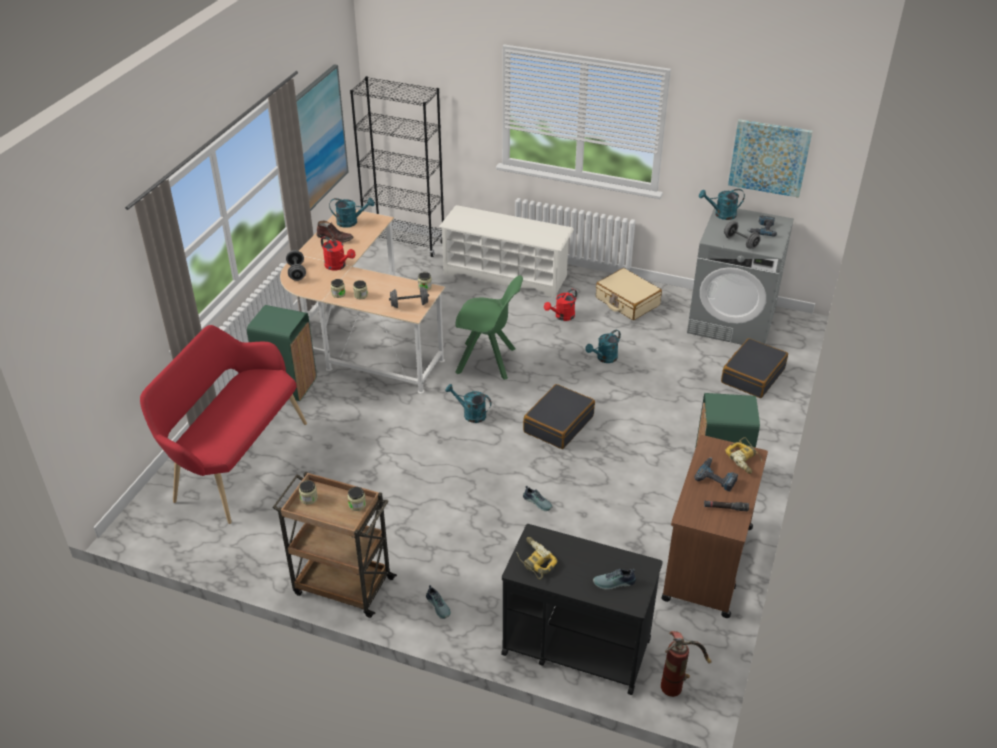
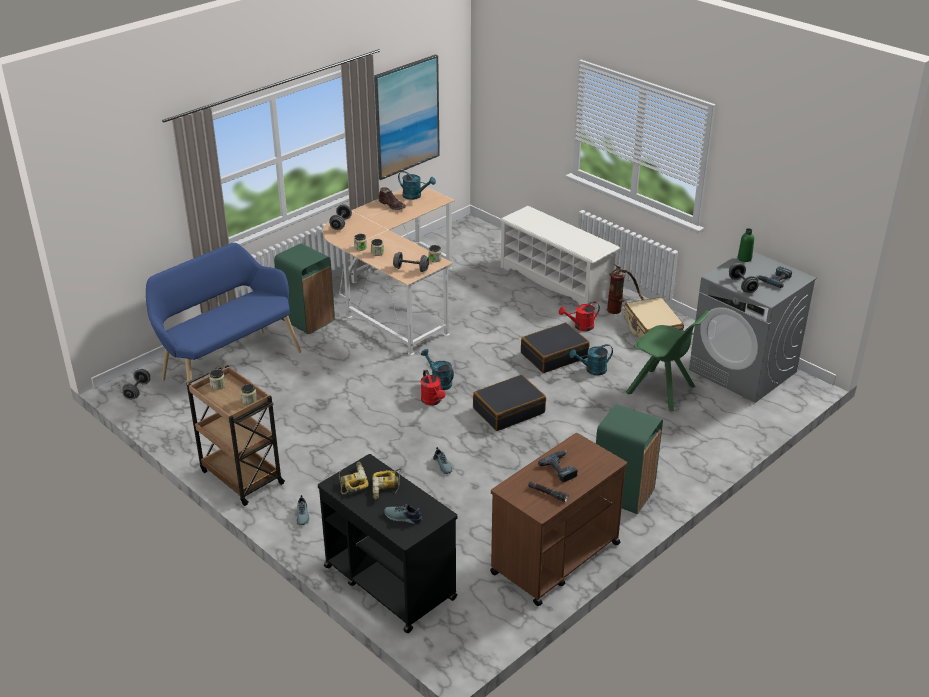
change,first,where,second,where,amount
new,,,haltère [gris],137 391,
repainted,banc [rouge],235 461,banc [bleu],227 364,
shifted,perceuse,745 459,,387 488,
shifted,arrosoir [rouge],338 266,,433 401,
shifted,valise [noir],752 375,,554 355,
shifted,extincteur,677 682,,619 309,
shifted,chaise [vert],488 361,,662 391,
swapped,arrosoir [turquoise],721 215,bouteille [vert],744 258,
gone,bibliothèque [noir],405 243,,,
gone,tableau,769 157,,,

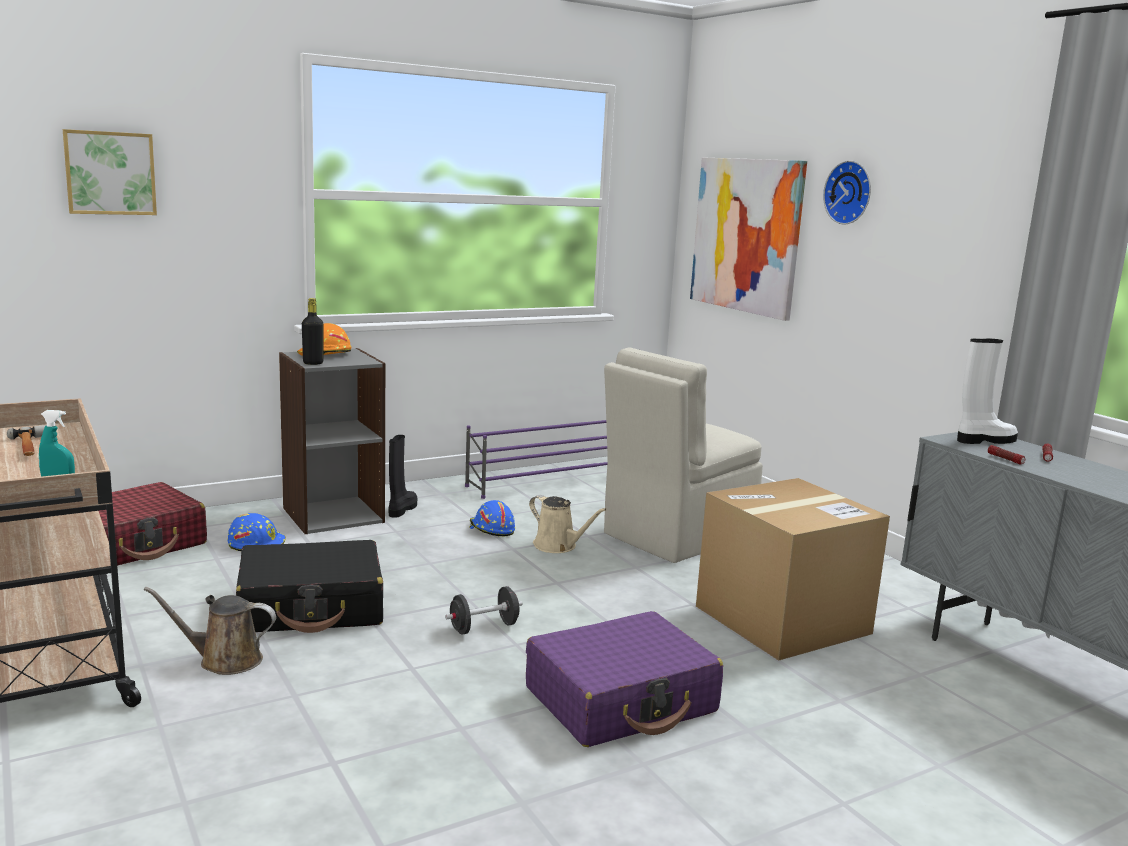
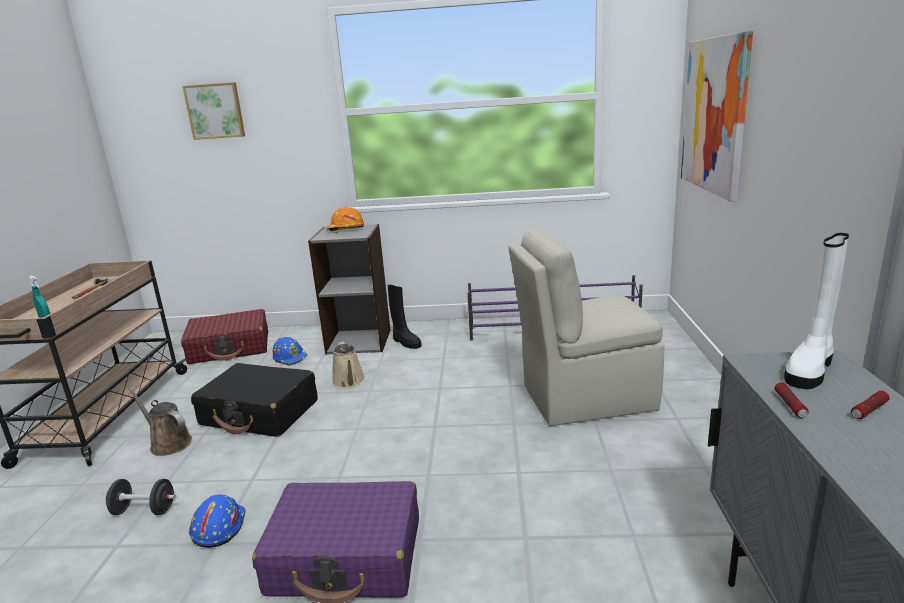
change,first,where,second,where,amount
shifted,haltère [noir],484 627,,144 510,
shifted,casque de chantier [bleu],491 529,,218 527,
shifted,arrosoir [beige],558 546,,349 382,
rotated,botte [noir],402 509,,406 342,90 degrees clockwise
rotated,botte [blanc],984 440,,810 370,120 degrees clockwise
gone,bouteille [noir],313 363,,,
gone,carton,782 620,,,
gone,horloge murale,850 192,,,

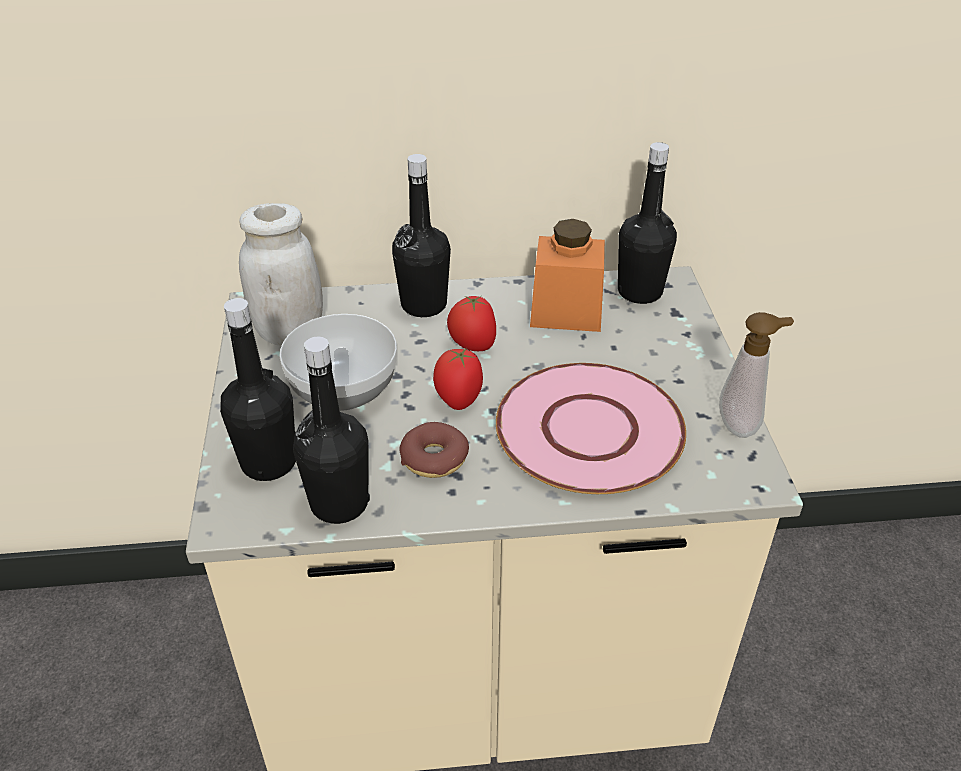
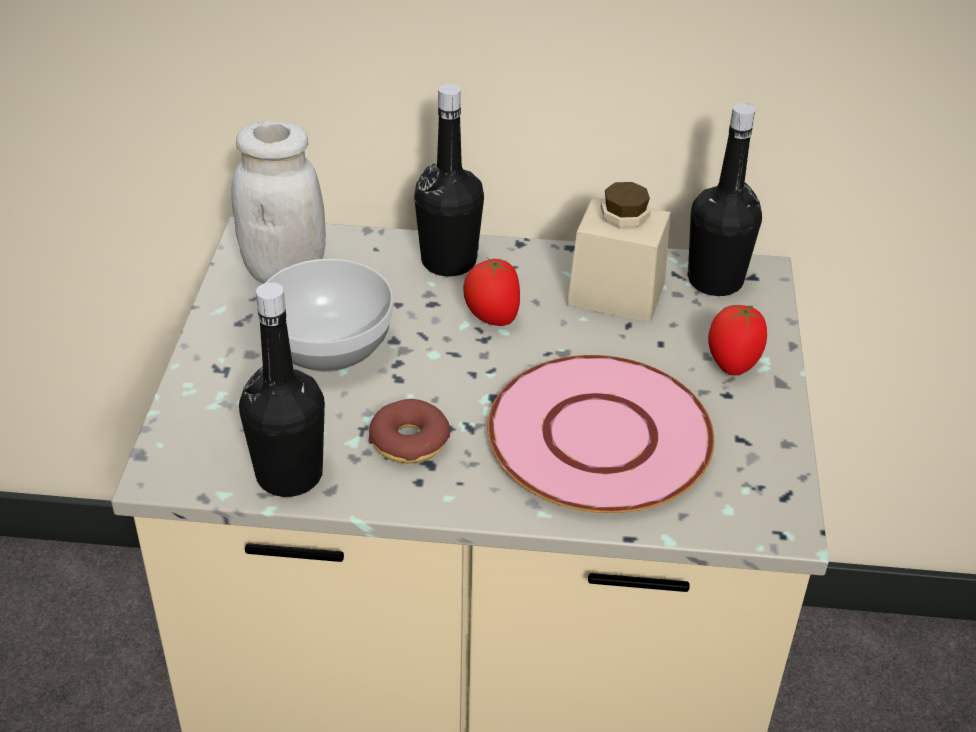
change,first,where,second,where,amount
repainted,bocal [orange],566 312,bocal [beige],616 294,
shifted,tomate,458 400,,732 364,
gone,bouteille [noir],269 462,,,
gone,distributeur de savon,741 425,,,

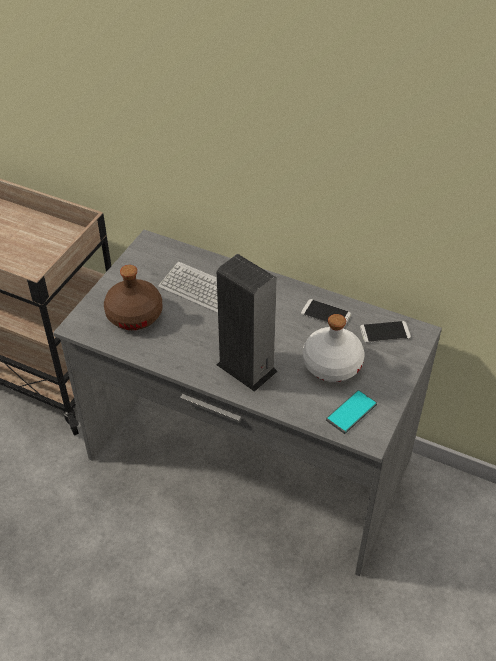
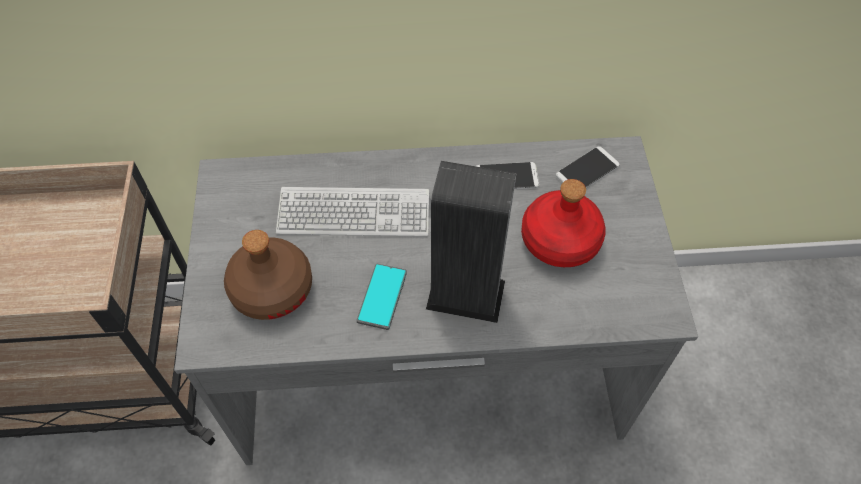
change,first,where,second,where,amount
shifted,téléphone,351 412,,382 297,
repainted,bouteille [blanc],331 364,bouteille [rouge],559 240,

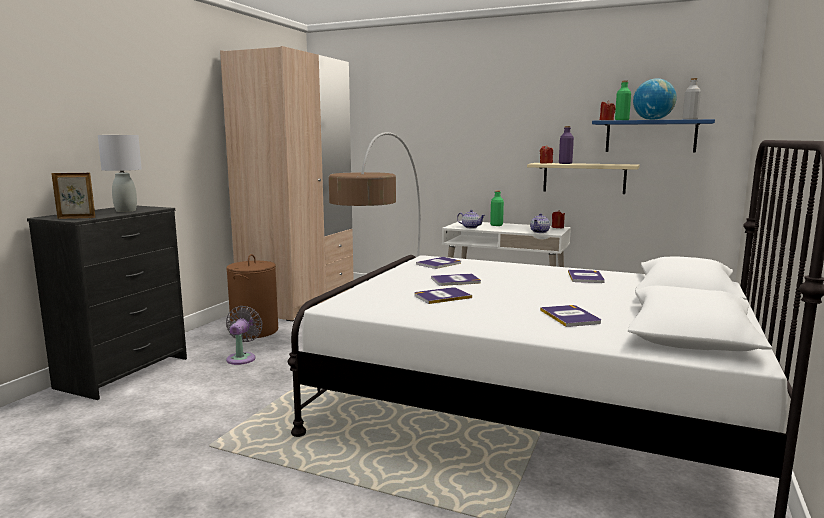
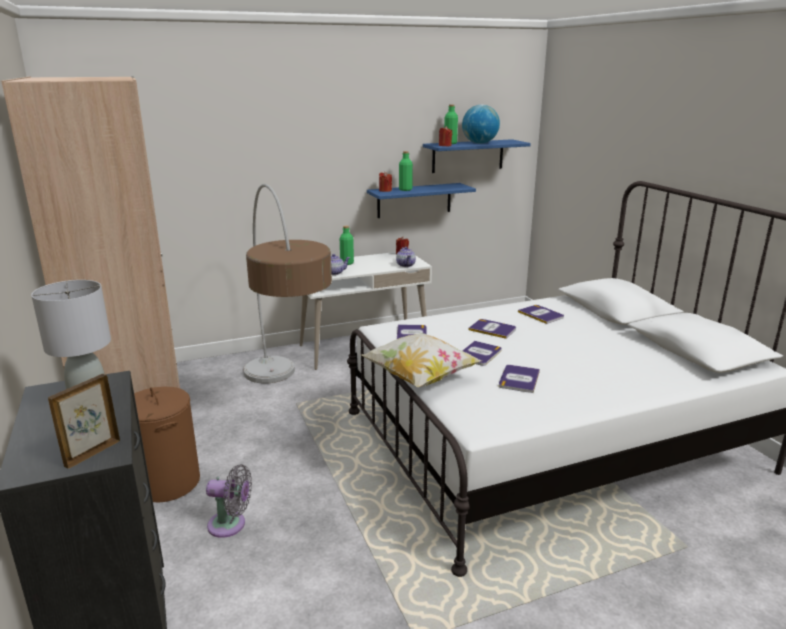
change,first,where,second,where,amount
rotated,ventilateur [gris],242 358,,230 525,135 degrees clockwise
new,,,coussin,420 378,
repainted,étagère [beige],584 178,étagère [bleu],414 200,
repainted,bouteille [violet],565 163,bouteille [vert],405 189,
shifted,livre,570 317,,492 329,
gone,bouteille [gris],690 119,,,

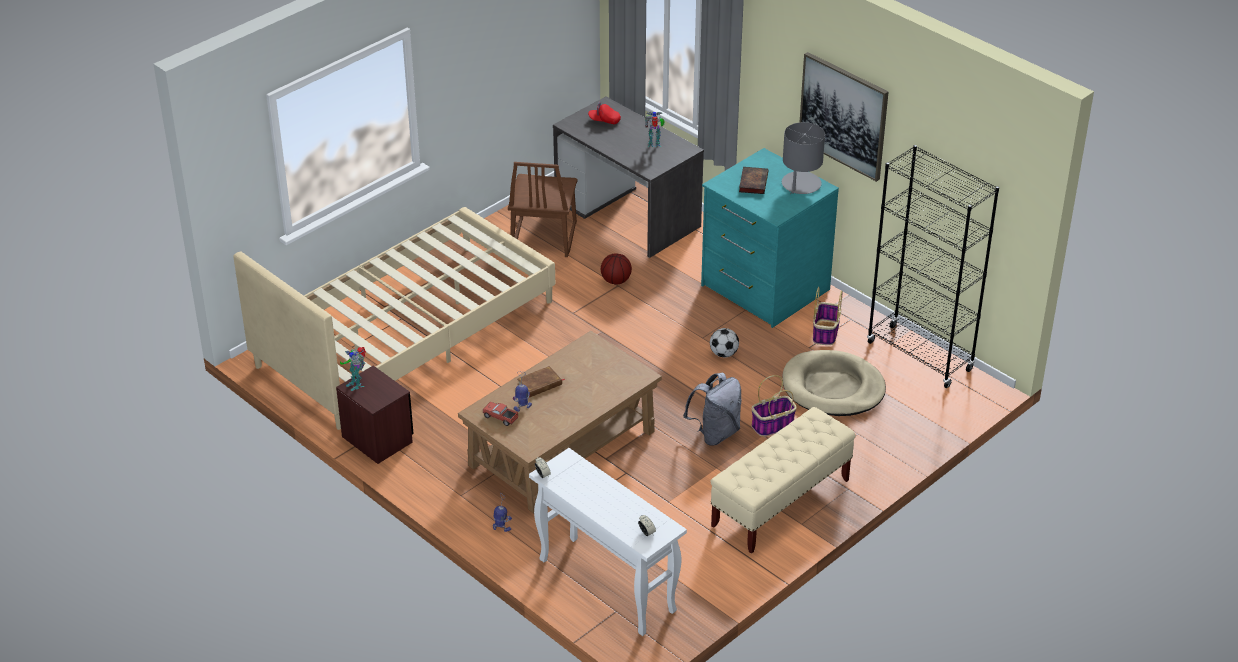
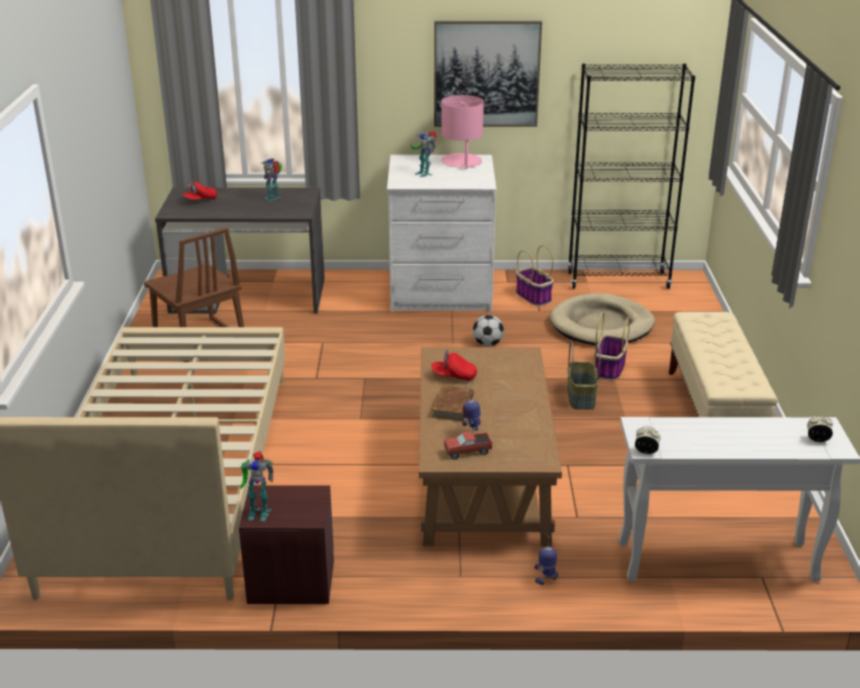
change,first,where,second,where,amount
repainted,commode [turquoise],764 288,commode [blanc],441 292,
swapped,livre,753 182,robot jouet,424 173,
new,,,casquette [rouge],454 376,
repainted,lampe de table [gris],801 184,lampe de table [rose],461 162,
swapped,sac à dos [gris],715 433,panier,580 397,
gone,ballon de basket,616 281,,,

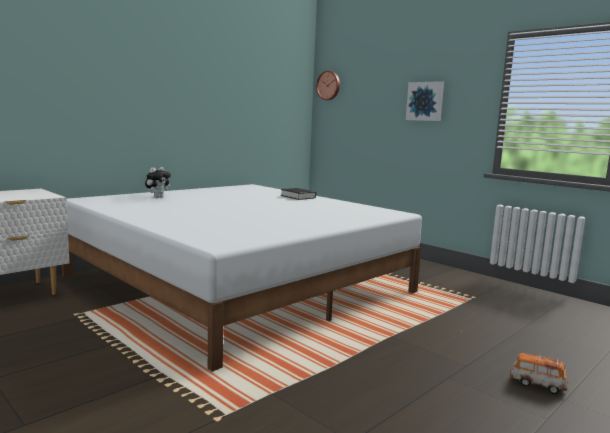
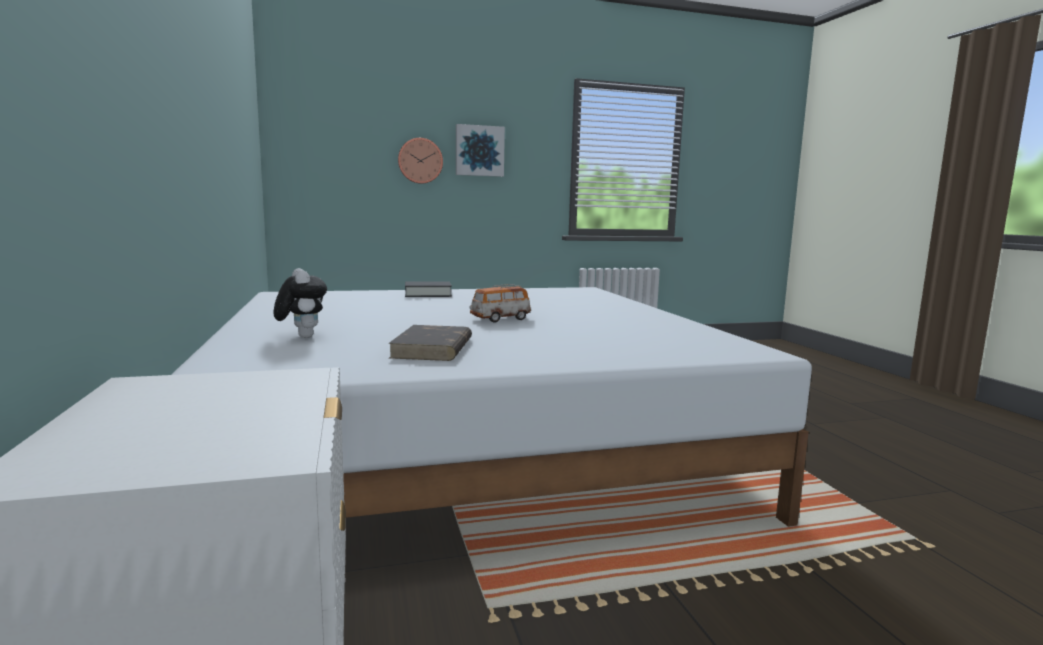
change,first,where,second,where,amount
new,,,livre [marron],432 348,
shifted,horloge murale,329 85,,420 161,
shifted,petite voiture,537 384,,500 319,

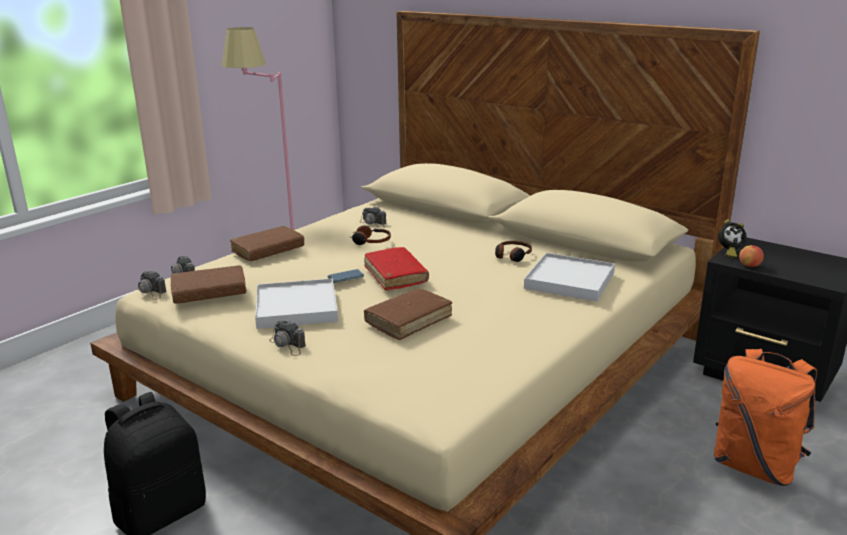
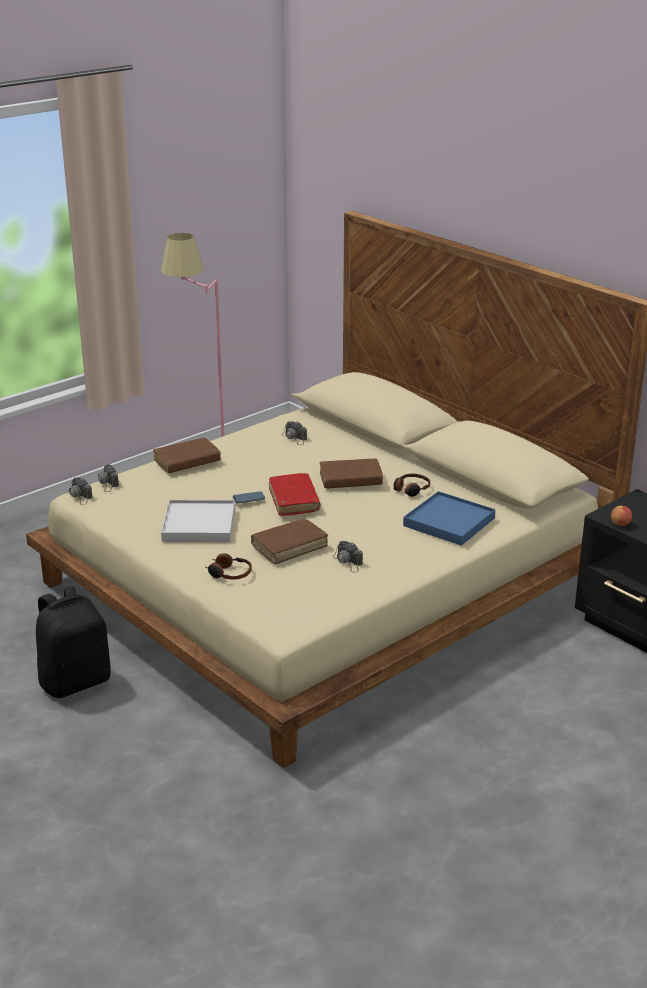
change,first,where,second,where,amount
shifted,casque audio,370 241,,229 573,
shifted,livre [marron],209 292,,350 480,
shifted,appareil photo,288 345,,348 562,
repainted,plateau [blanc],569 281,plateau [bleu],449 522,
gone,sac à dos [orange],755 466,,,
gone,réveil,728 253,,,

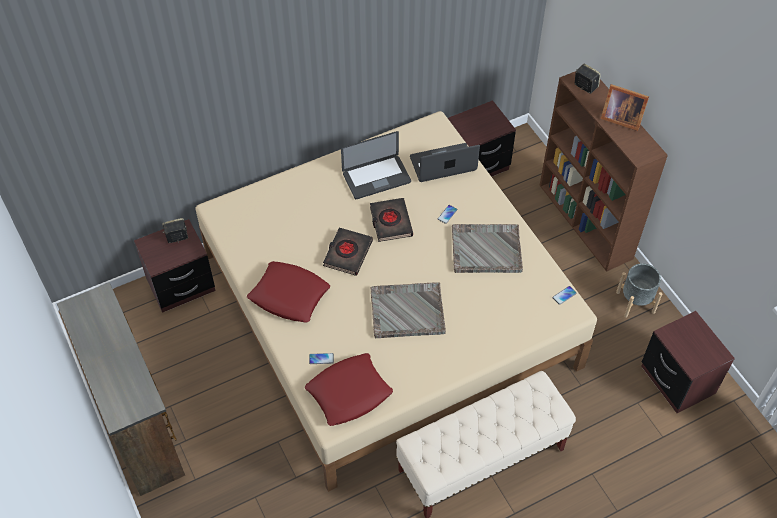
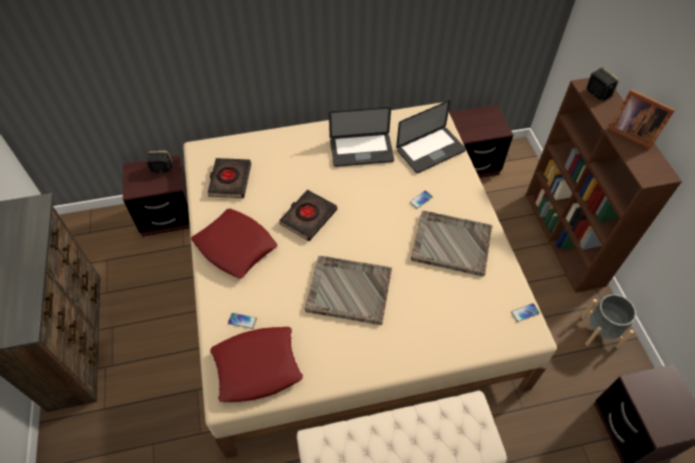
change,first,where,second,where,amount
shifted,livre [noir],390 222,,230 180,
rotated,ordinateur portable,443 164,,430 150,150 degrees clockwise

